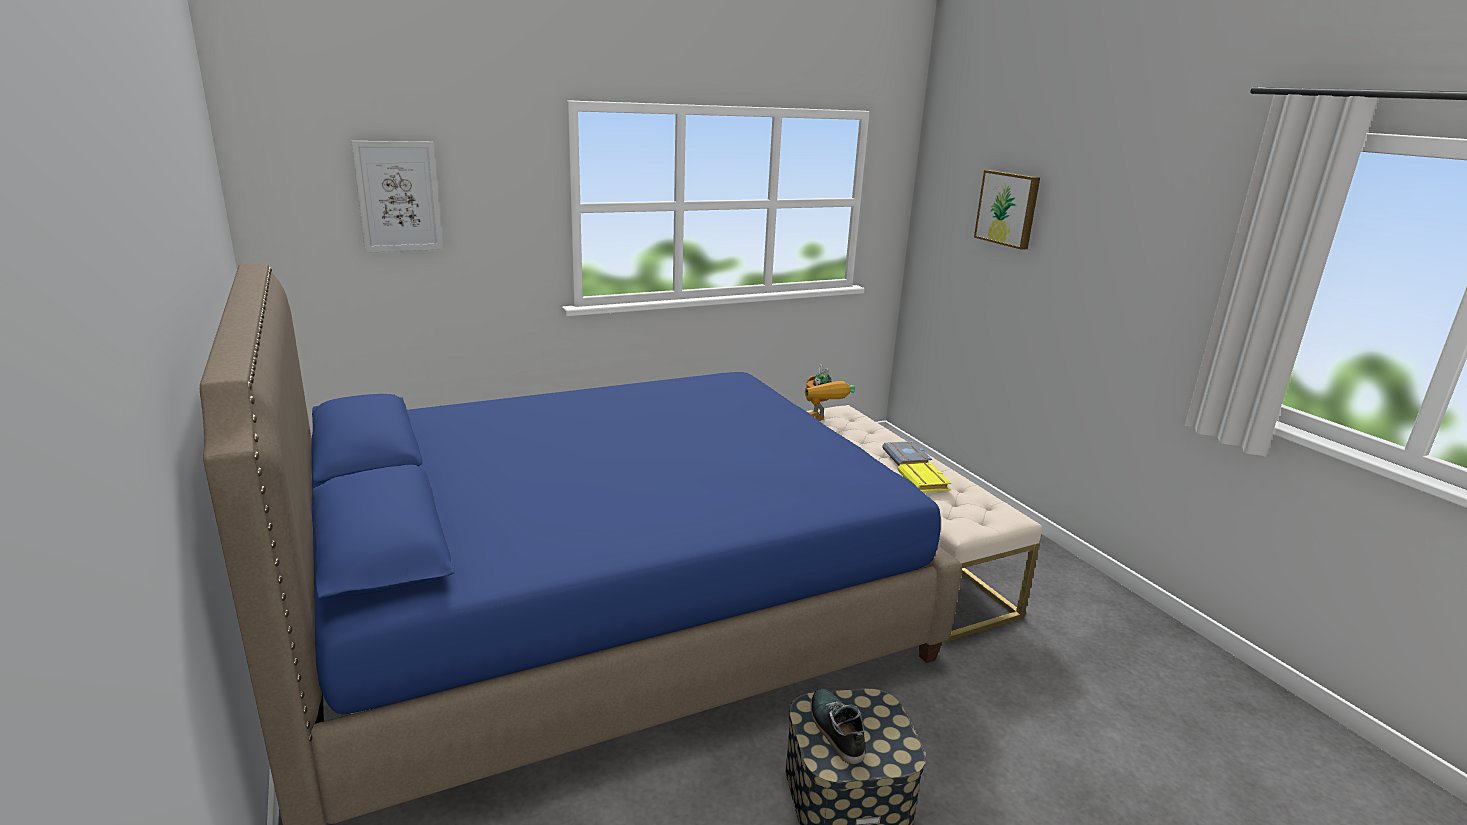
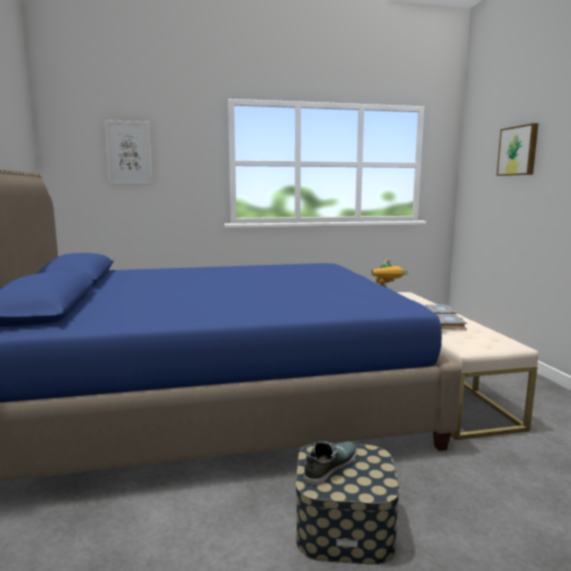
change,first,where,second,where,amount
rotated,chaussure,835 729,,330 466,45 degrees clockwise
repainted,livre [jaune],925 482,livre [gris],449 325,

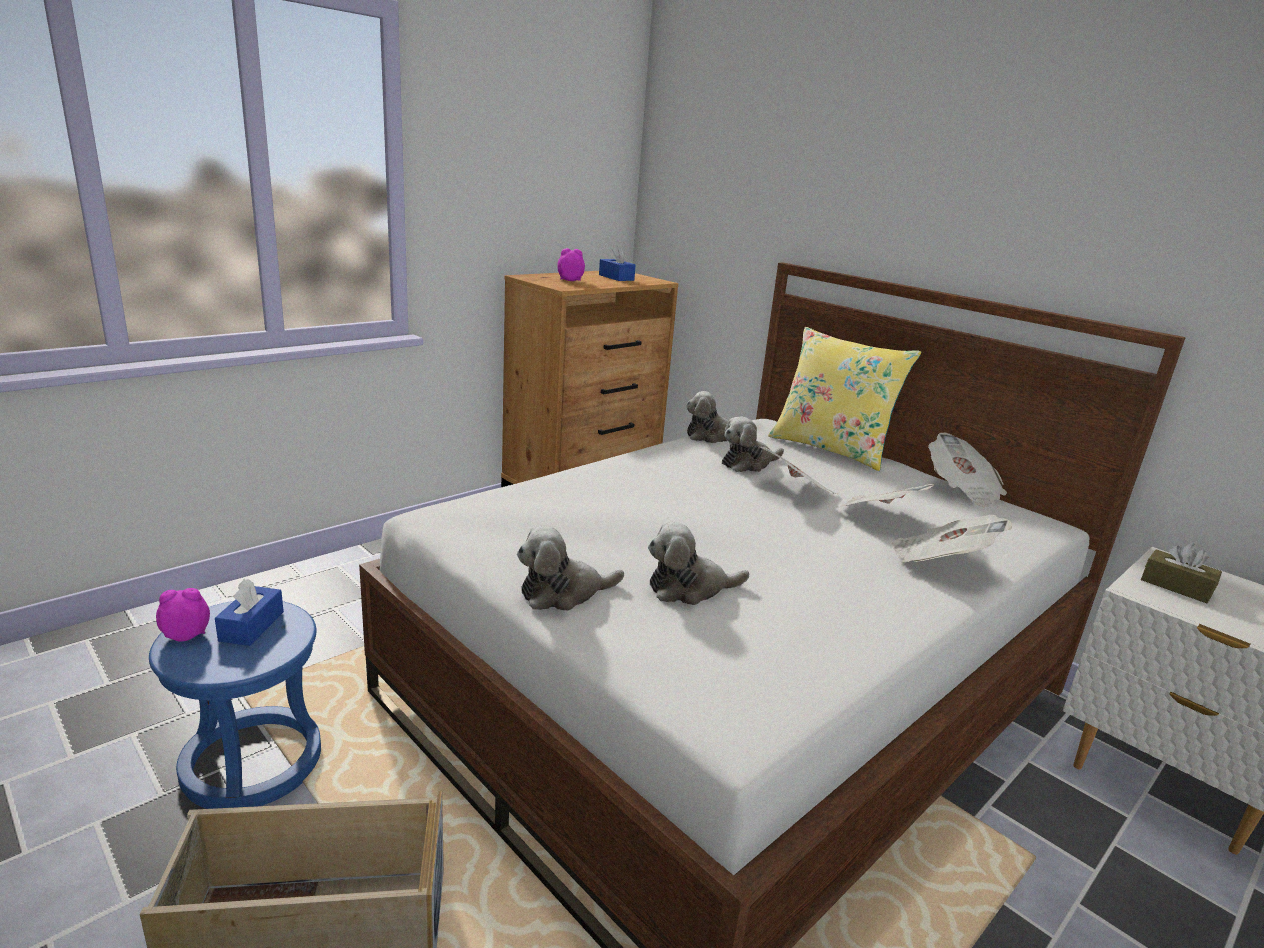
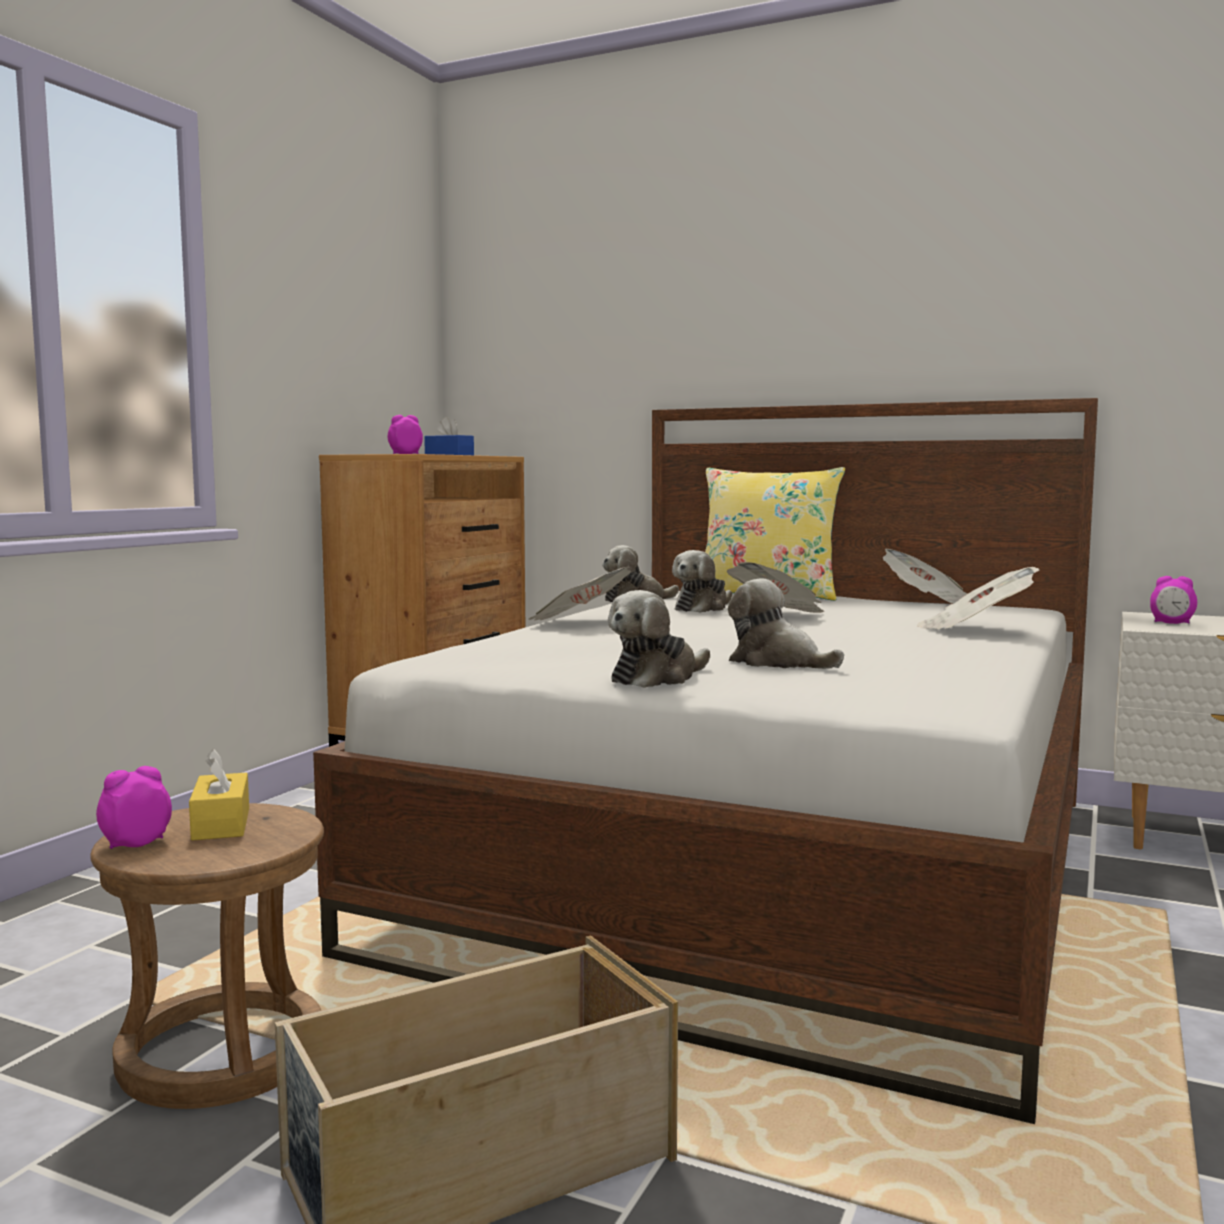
change,first,where,second,where,amount
repainted,tabouret [bleu],252 763,tabouret [marron],221 1053,
repainted,boîte à mouchoirs [bleu],251 626,boîte à mouchoirs [jaune],221 824,
shifted,journal,879 517,,579 624,
rotated,peluche,689 588,,777 663,75 degrees clockwise
swapped,boîte à mouchoirs [marron],1176 586,réveil,1172 623,

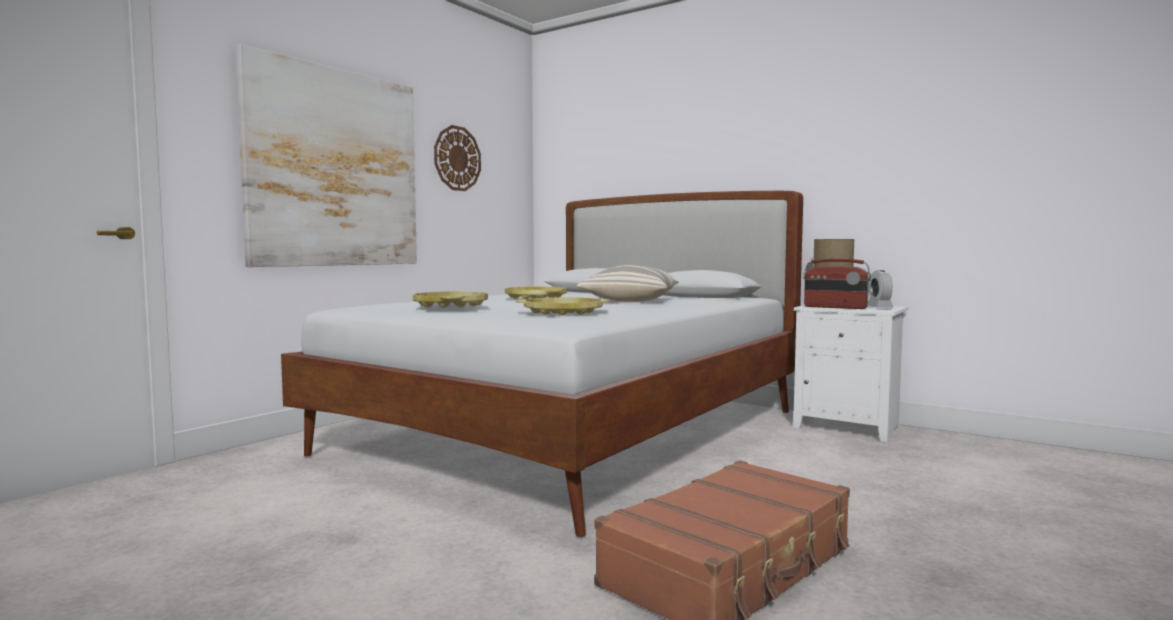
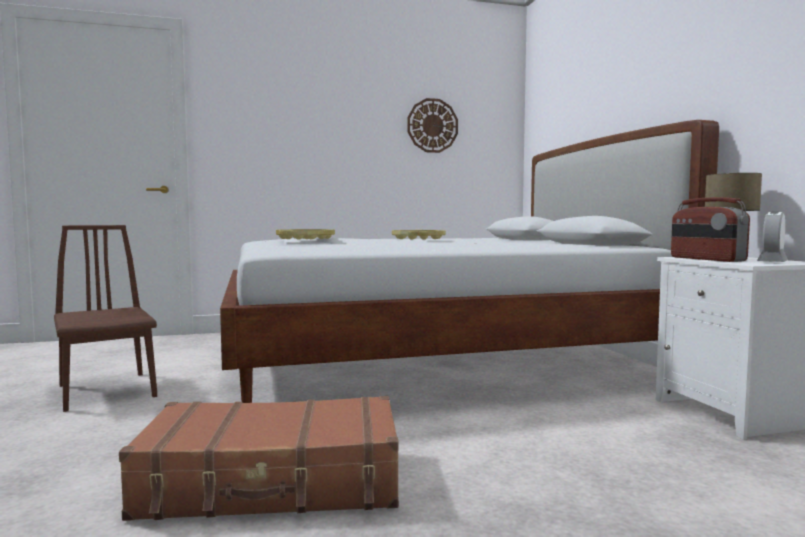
change,first,where,second,where,amount
new,,,chaise [marron],107 391,
gone,tableau,335 168,,,
gone,plateau [jaune],563 312,,,
gone,coussin,630 300,,,

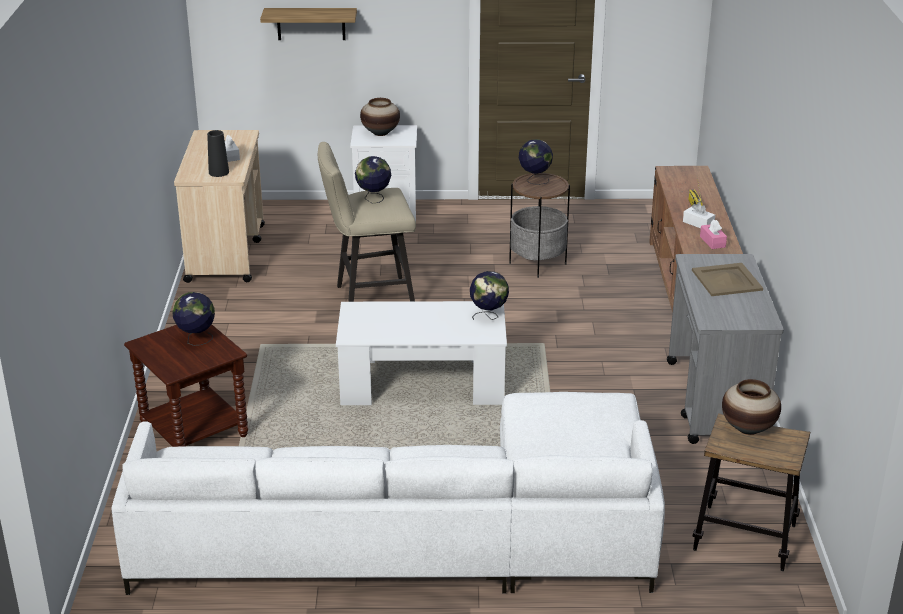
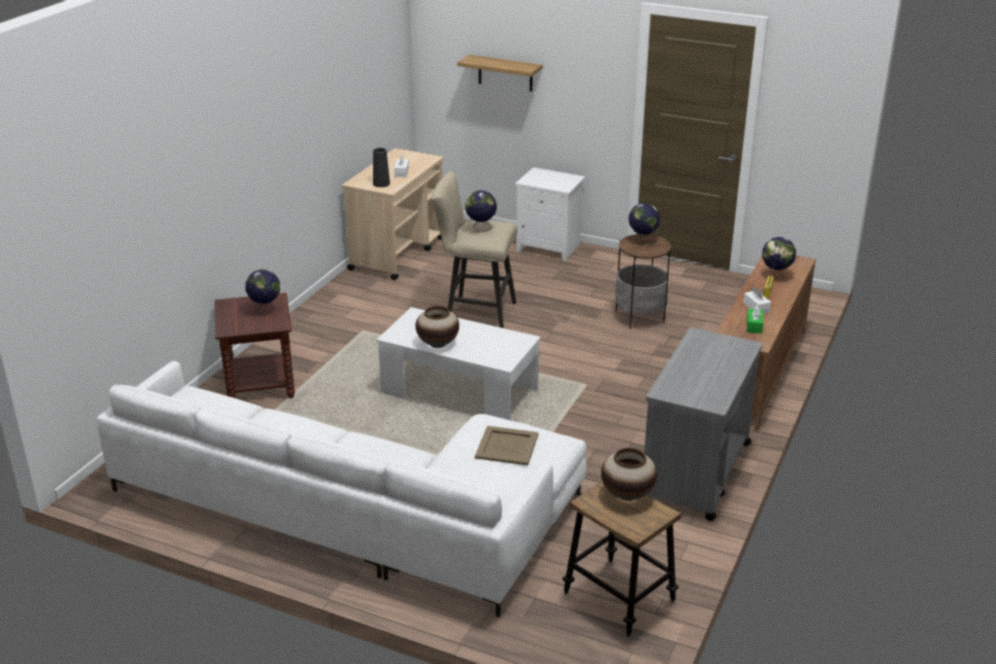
change,first,where,second,where,amount
shifted,vase,380 133,,438 343,
shifted,plateau [beige],727 280,,507 446,
repainted,boîte à mouchoirs [rose],712 242,boîte à mouchoirs [vert],754 326,
shifted,globe,489 317,,776 276,

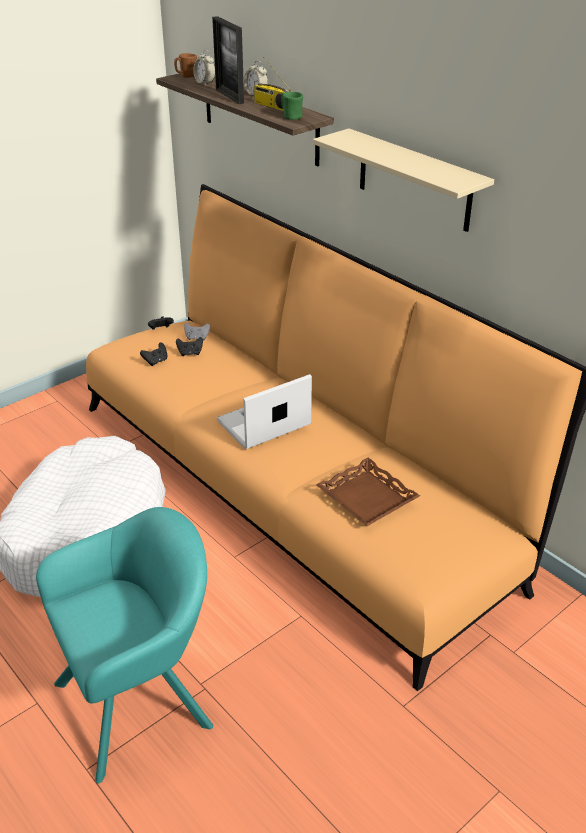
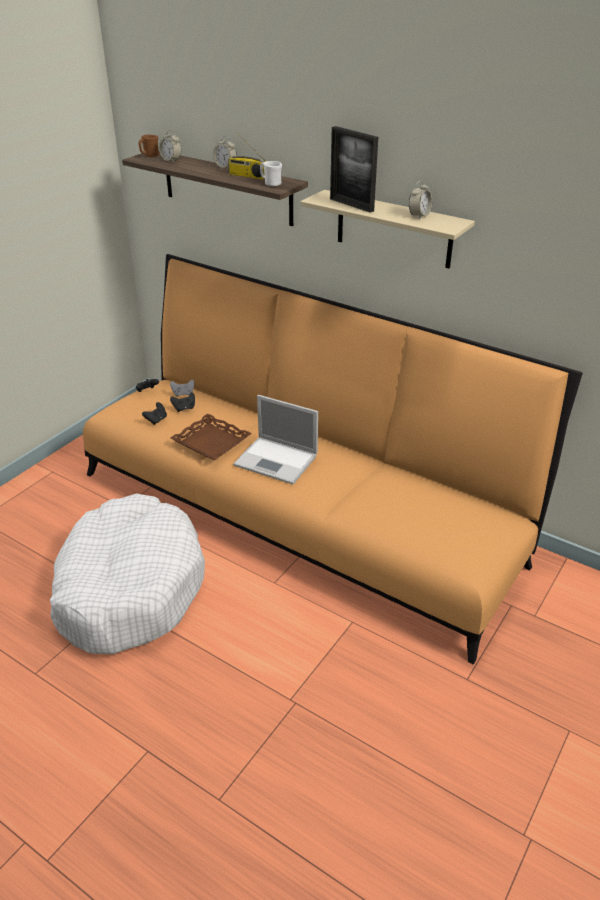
change,first,where,second,where,amount
shifted,plateau [marron],366 498,,210 442,
rotated,ordinateur portable,262 424,,277 460,105 degrees counterclockwise
repainted,mug [vert],290 117,mug [blanc],270 183,
shifted,cadre photo,229 96,,351 205,
new,,,réveil,419 216,
gone,fauteuil [turquoise],142 700,,,

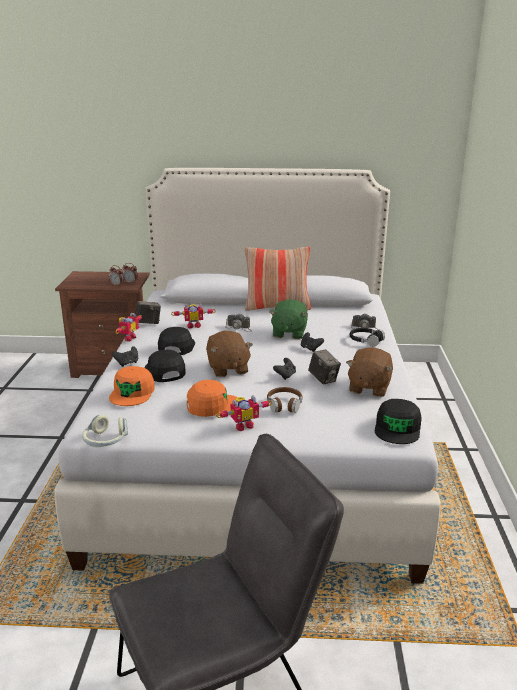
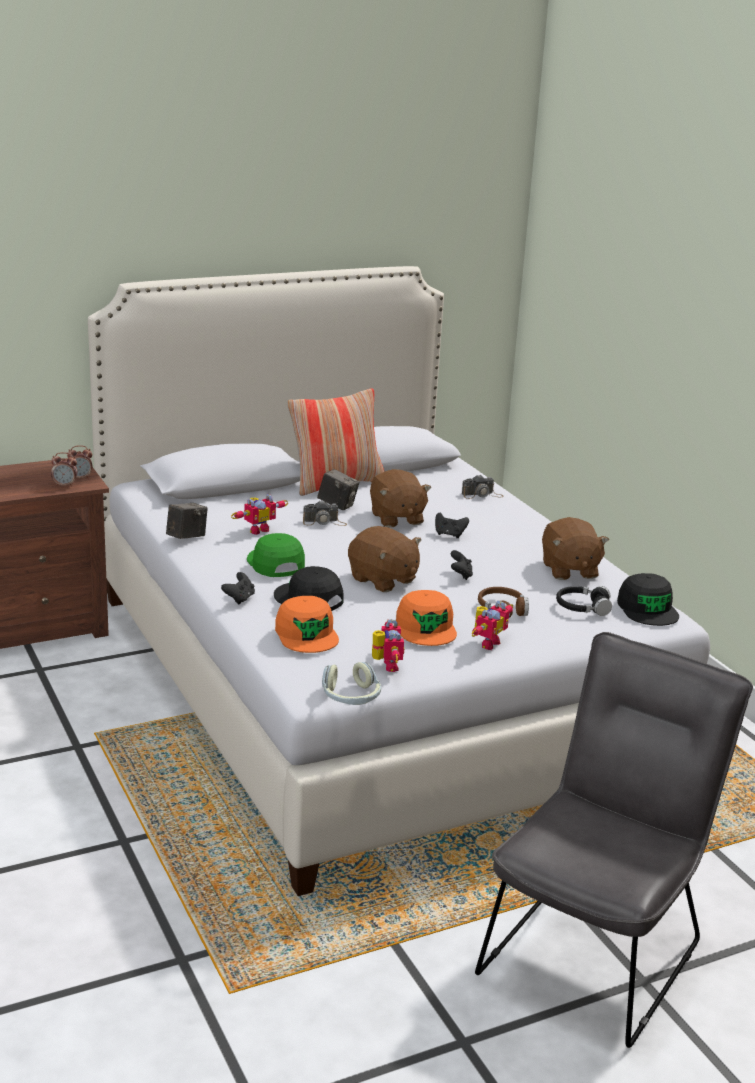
change,first,where,second,where,amount
repainted,casquette [noir],176 346,casquette [vert],275 563,
shifted,appareil photo,323 379,,337 505,
repainted,peluche [vert],288 333,peluche [marron],396 518,
shifted,robot jouet,128 338,,386 666,
rotated,casquette [orange],213 405,,426 627,120 degrees clockwise
shifted,casque audio [noir],365 341,,582 607,

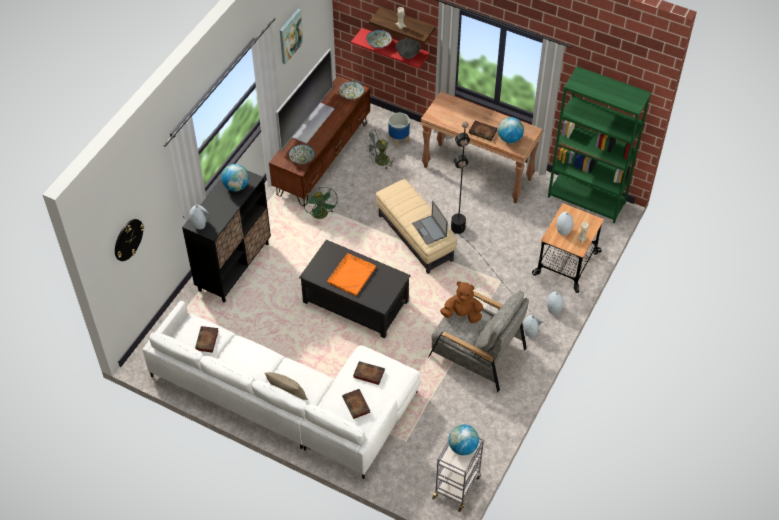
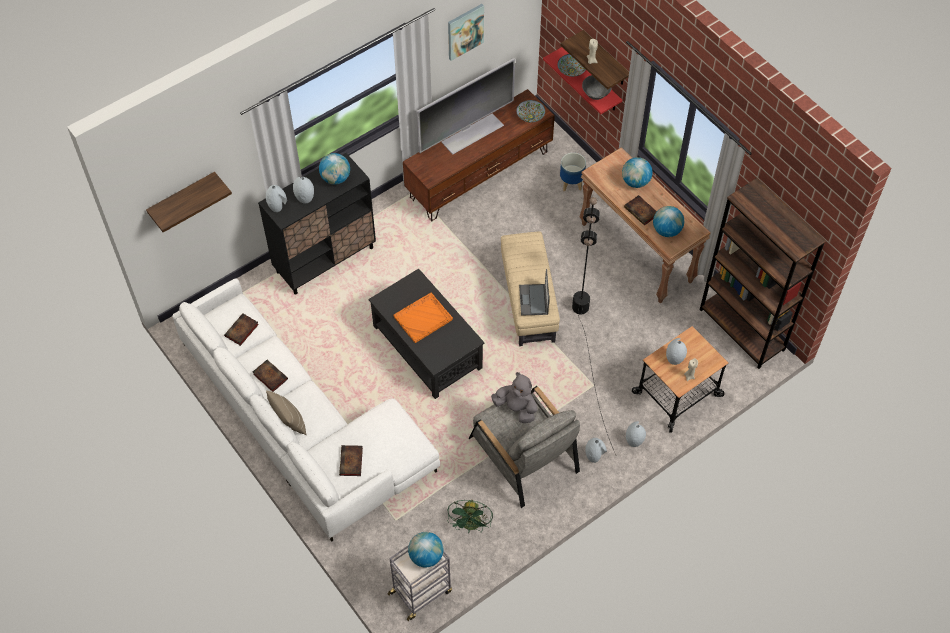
change,first,where,second,where,amount
swapped,horloge murale,128 239,étagère,182 198,
shifted,livre,368 374,,269 376,
new,,,vase [gris],305 198,
shifted,ventilateur [vert],322 216,,471 525,
repainted,peluche [marron],462 314,peluche [gris],516 408,
new,,,globe,635 182,
repainted,bibliothèque [vert],586 200,bibliothèque [marron],742 330,
gone,bol,302 159,,,
gone,ventilateur [gris],379 162,,,

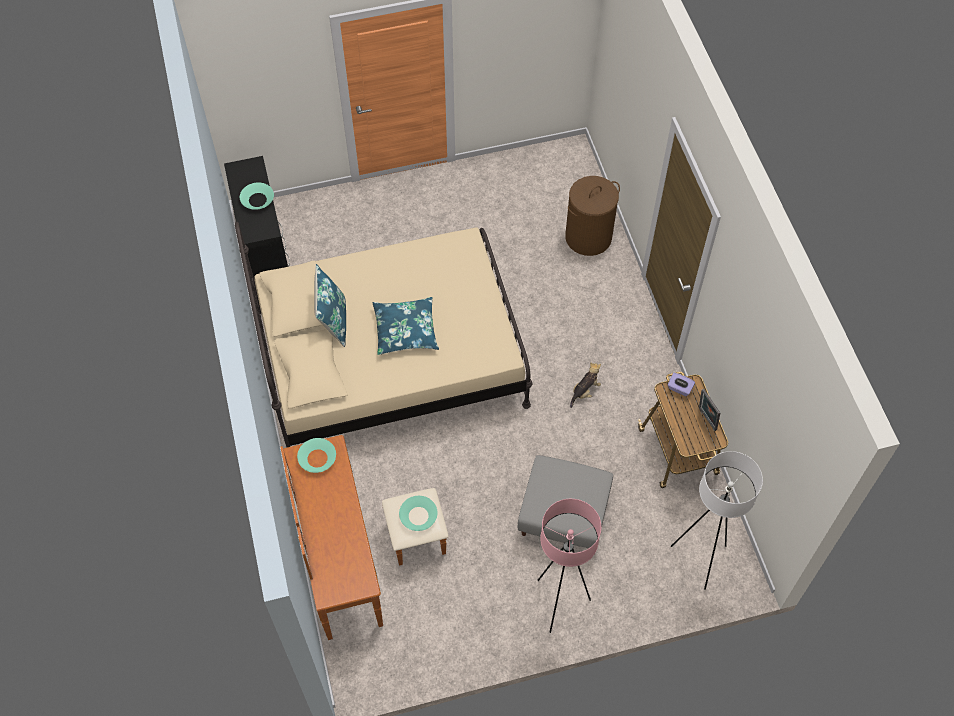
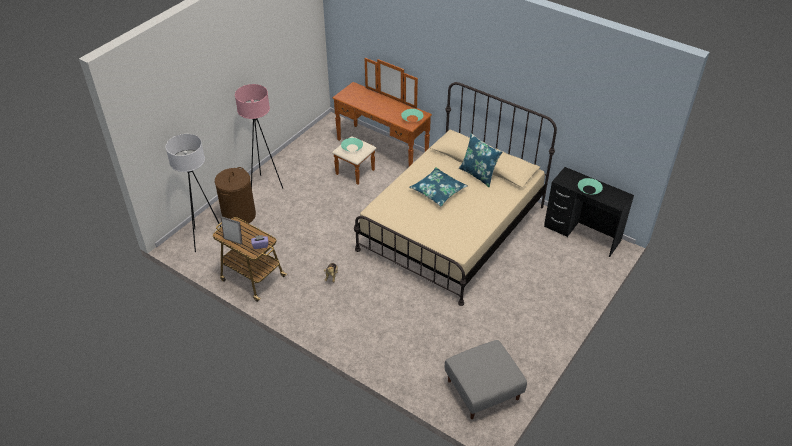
change,first,where,second,where,amount
shifted,panier à linge [marron],588 237,,239 215,
shifted,pouf [gris],563 515,,483 389,

